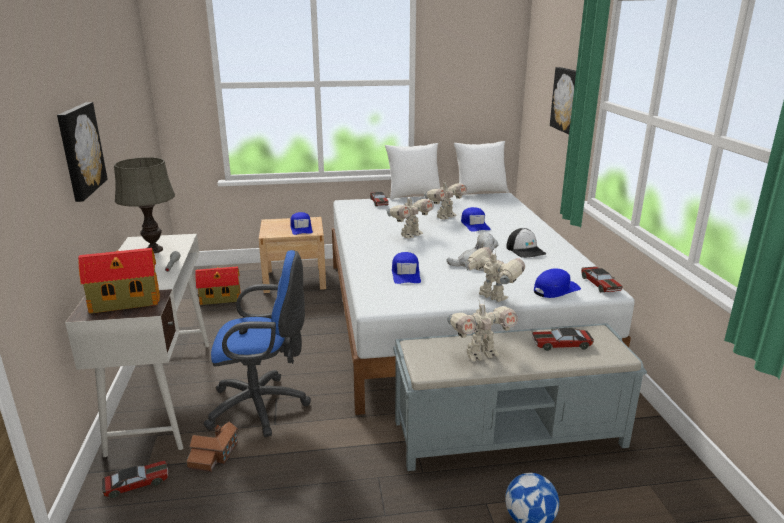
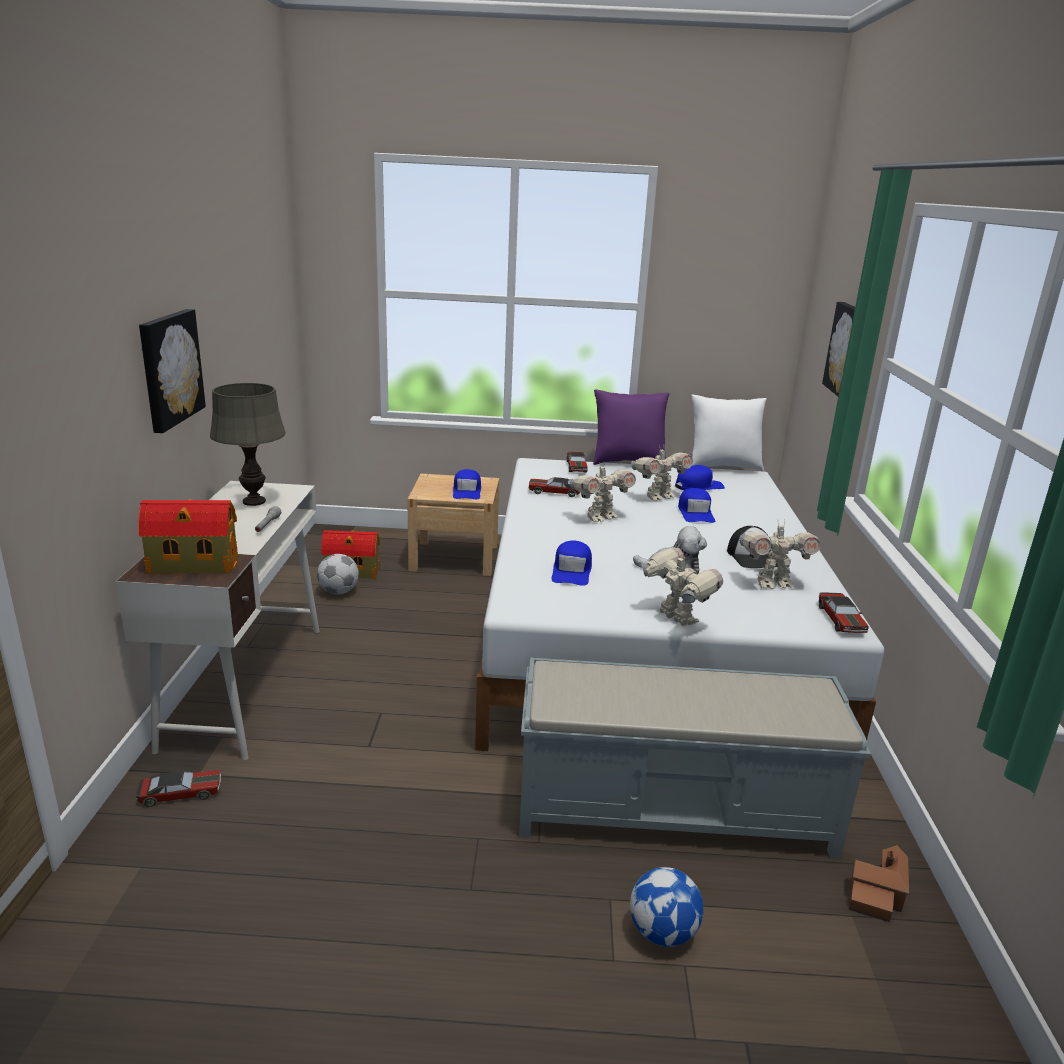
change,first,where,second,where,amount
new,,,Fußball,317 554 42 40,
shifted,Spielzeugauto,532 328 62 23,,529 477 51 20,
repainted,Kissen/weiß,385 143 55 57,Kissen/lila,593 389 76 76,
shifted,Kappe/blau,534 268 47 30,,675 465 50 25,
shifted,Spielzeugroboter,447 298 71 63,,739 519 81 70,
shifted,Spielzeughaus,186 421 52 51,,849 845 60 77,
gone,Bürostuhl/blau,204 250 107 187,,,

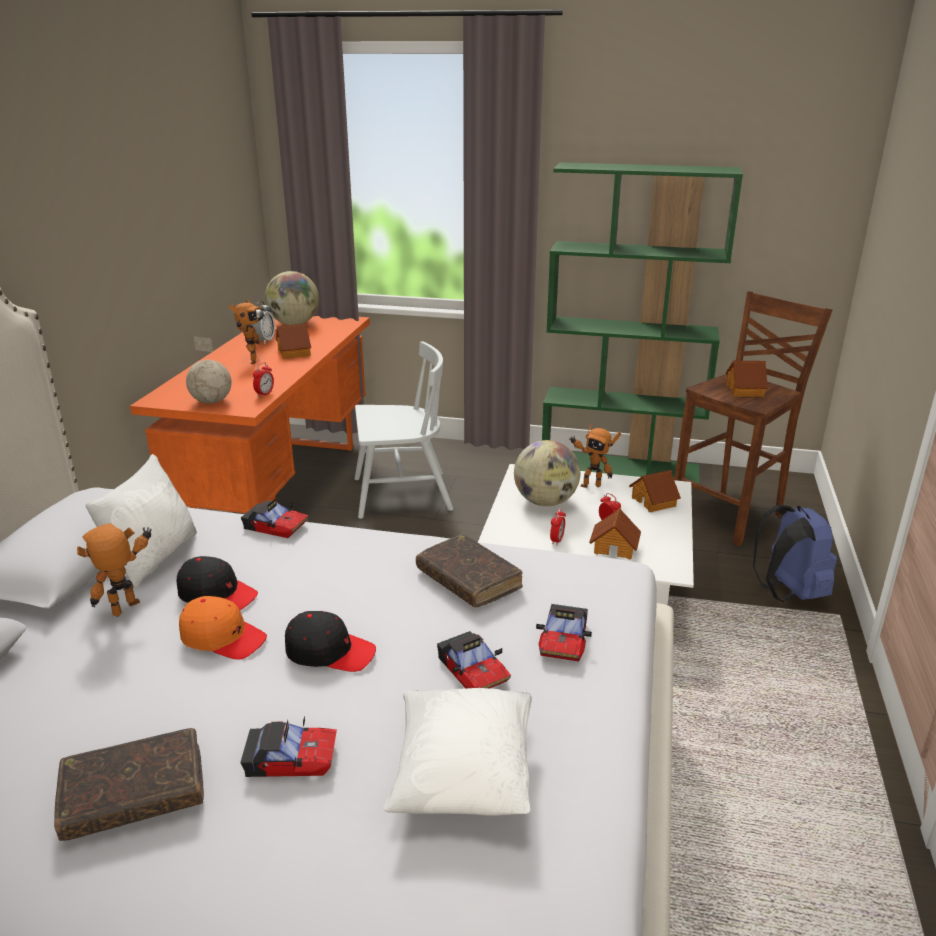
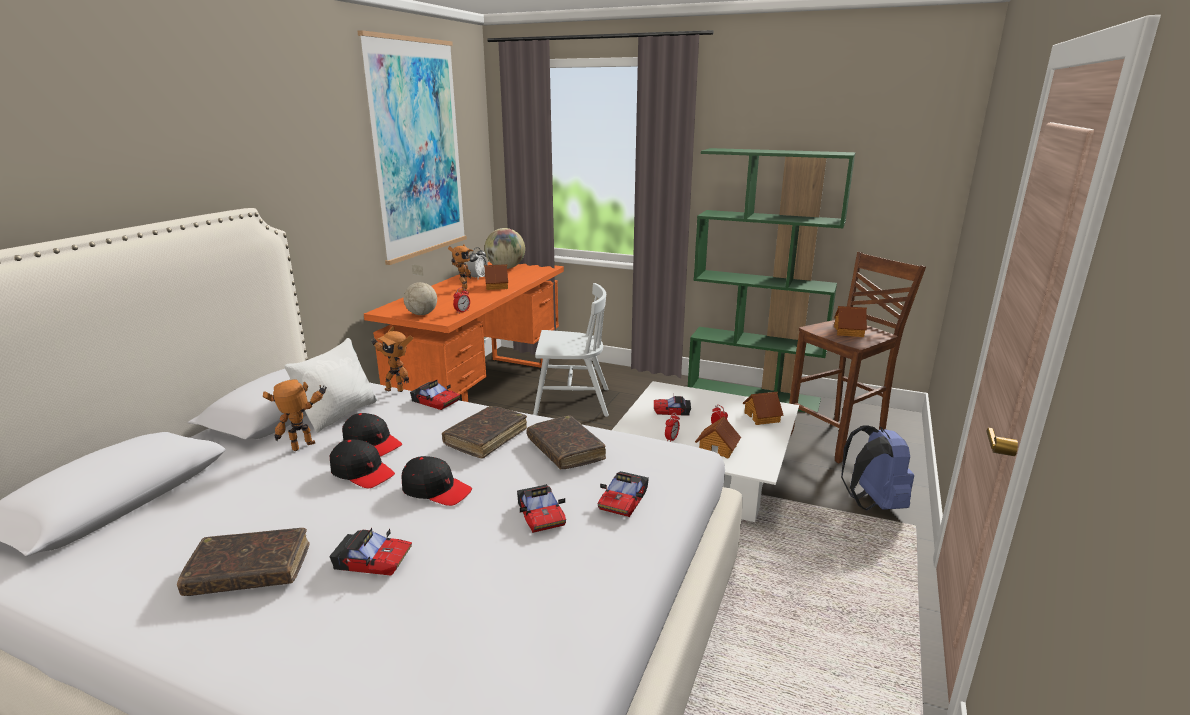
change,first,where,second,where,amount
repainted,Kappe/orange,179 596 88 64,Kappe/schwarz,330 439 65 49,
new,,,Bild,358 30 109 235,
shifted,Spielzeugroboter,570 423 51 65,,371 326 42 66,
new,,,Buch/braun,442 406 85 52,
swapped,Globus,514 440 66 66,Spielzeugauto,654 396 37 20,
gone,Kissen/weiß,384 688 148 128,,,

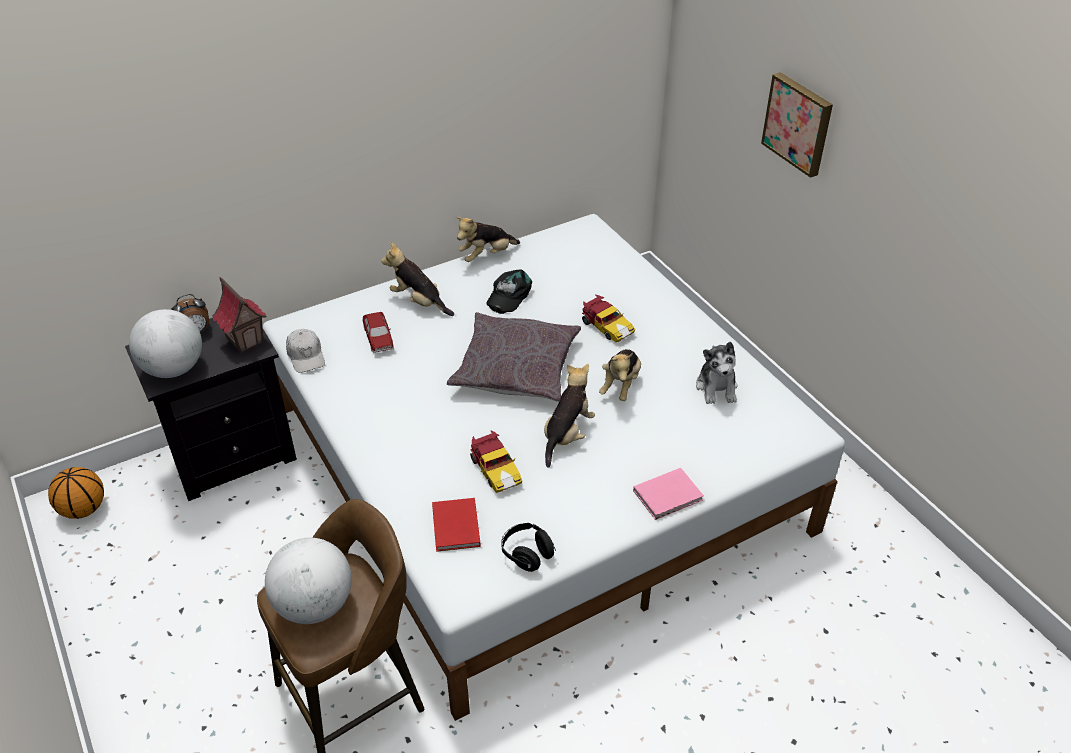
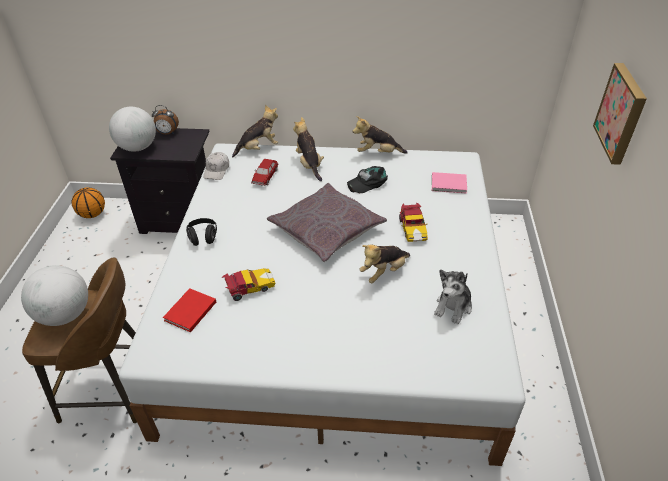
change,first,where,second,where,amount
shifted,Kopfhörer/schwarz,501 523 55 49,,186 218 31 28,
rotated,Spielzeugauto,470 430 52 63,,222 268 53 33,120 degrees counterclockwise
shifted,Plüschtier,544 364 51 104,,232 105 46 52,
shifted,Buch/rosa,633 468 71 52,,432 172 35 22,
gone,Spielzeughaus,212 277 55 76,,,

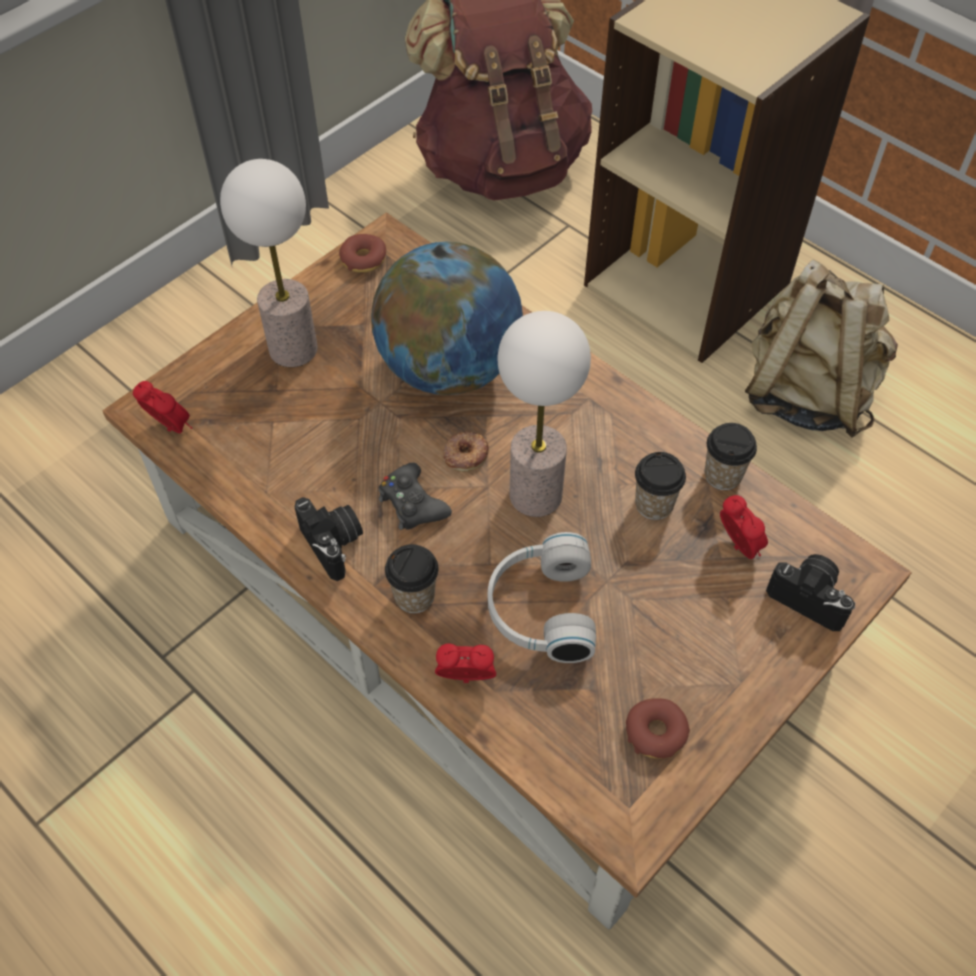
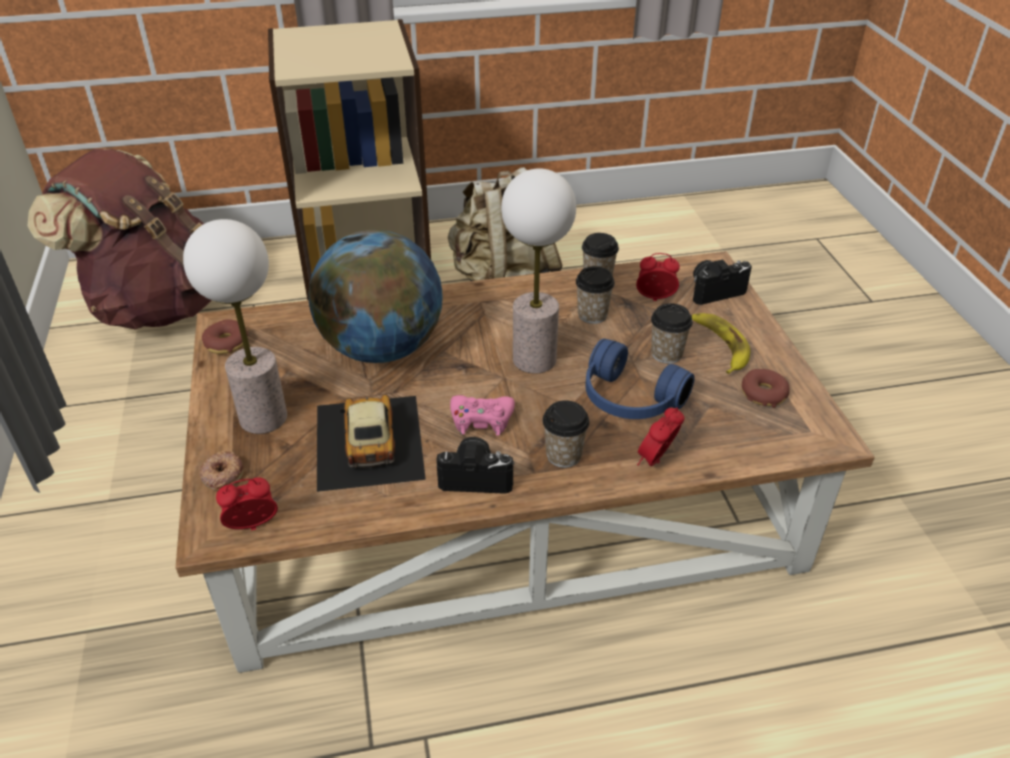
change,first,where,second,where,amount
shifted,Donut,443 432 46 40,,199 451 44 40,
new,,,Spielzeugauto,317 394 109 98,
repainted,Gamepad/schwarz,379 462 73 68,Gamepad/rosa,450 395 65 40,
repainted,Kopfhörer/weiß,488 532 108 131,Kopfhörer/blau,585 338 110 81,
new,,,Tasse,651 303 42 61,
new,,,Banane,692 313 58 61,

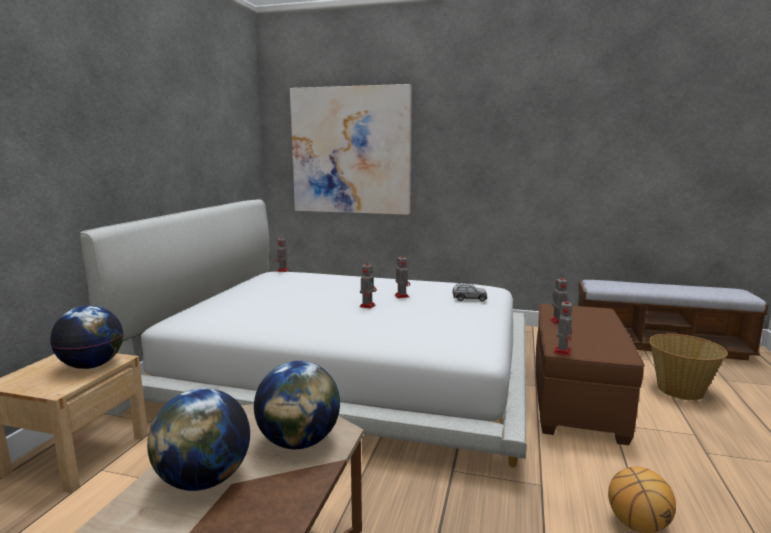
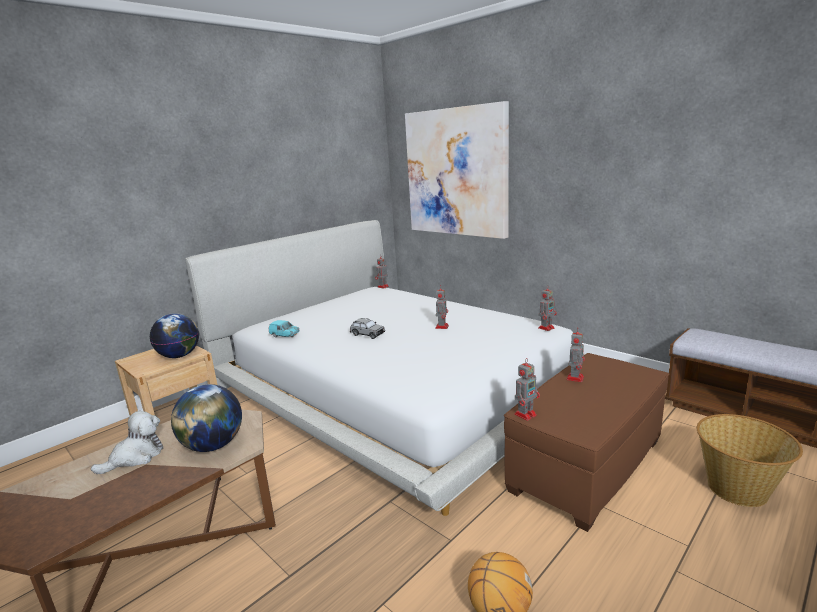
change,first,where,second,where,amount
swapped,Globus,147 388 103 103,Plüschtier,91 411 72 63,
new,,,Spielzeugauto/türkis,269 320 31 17,
shifted,Spielzeugauto/grau,452 283 35 18,,350 318 35 21,
shifted,Spielzeugroboter,359 260 18 49,,538 285 19 46,

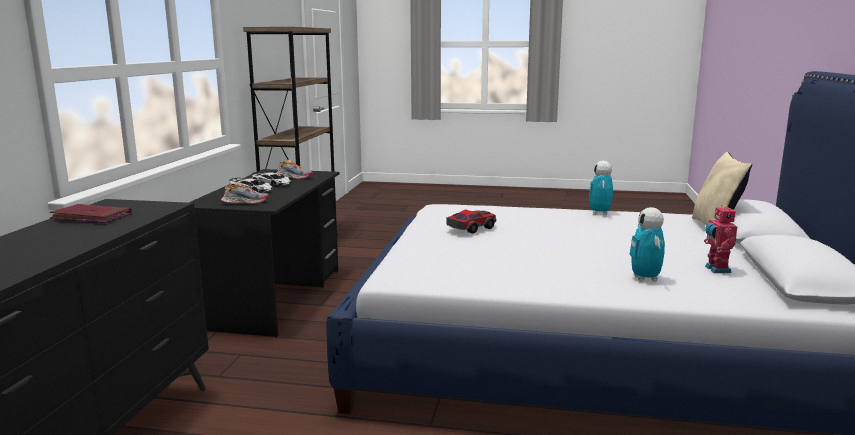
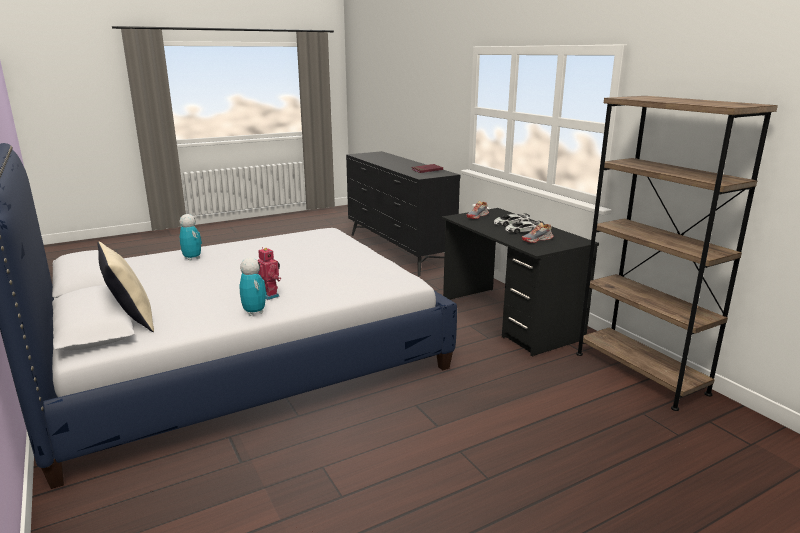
change,first,where,second,where,amount
shifted,Spielzeugroboter,704 205 33 68,,257 247 24 53,
gone,Spielzeugauto,447 209 49 25,,,

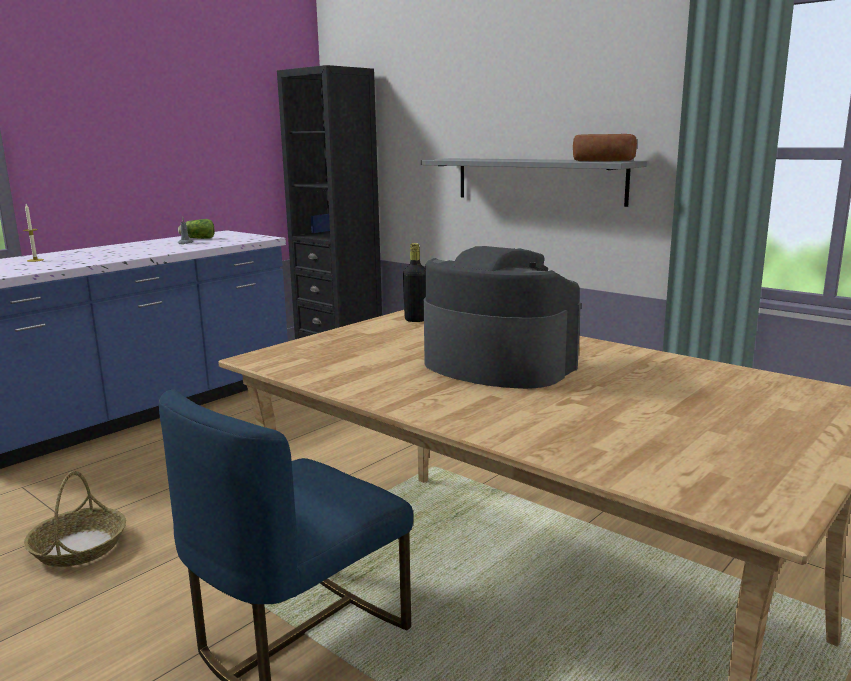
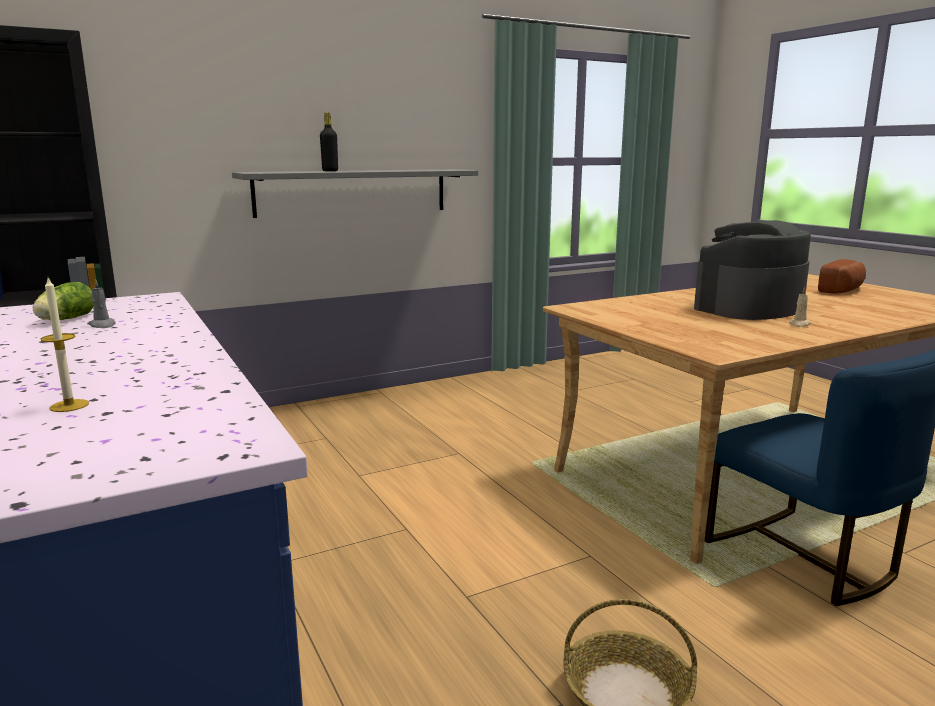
change,first,where,second,where,amount
shifted,Flasche/schwarz,403 243 23 79,,320 112 18 59,
new,,,Kerze/beige,789 287 22 40,
shifted,Brot,573 134 64 27,,818 259 48 35,

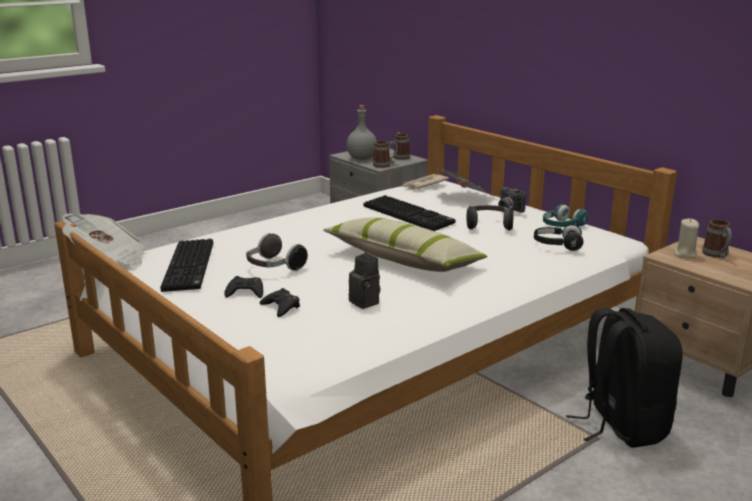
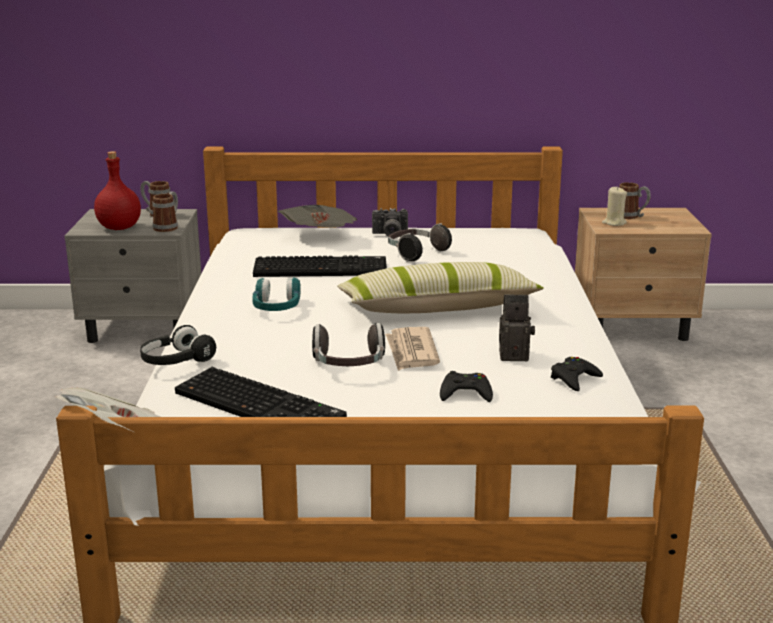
change,first,where,second,where,amount
repainted,Flasche/grau,347 105 30 55,Flasche/rot,94 151 47 79,
shifted,Kopfhörer/schwarz,534 224 49 27,,140 325 76 40,
shifted,Kopfhörer/türkis,543 204 46 23,,252 277 49 34,
shifted,Zeitung,402 174 47 15,,385 327 55 44,
shifted,Gamepad/schwarz,224 276 39 22,,551 357 52 34,
gone,Rucksack/schwarz,566 308 117 140,,,

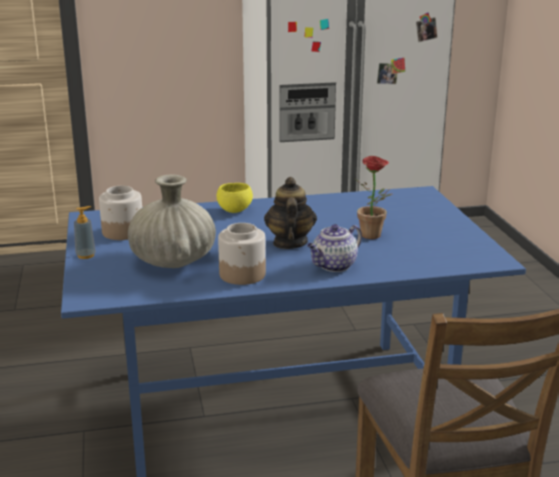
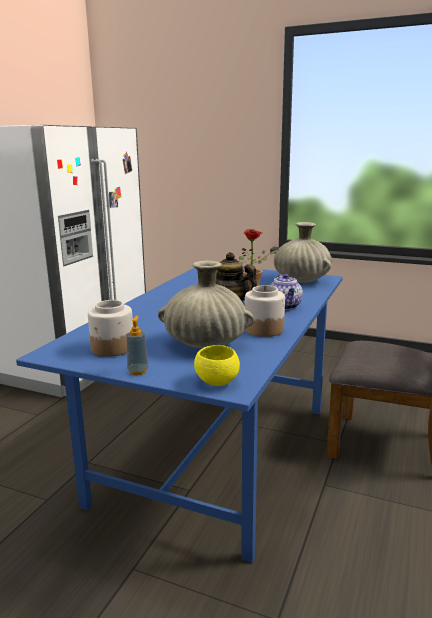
change,first,where,second,where,amount
shifted,Schüssel/gelb,217 183 36 30,,194 345 46 41,
new,,,Vase/beige,274 222 58 61,

